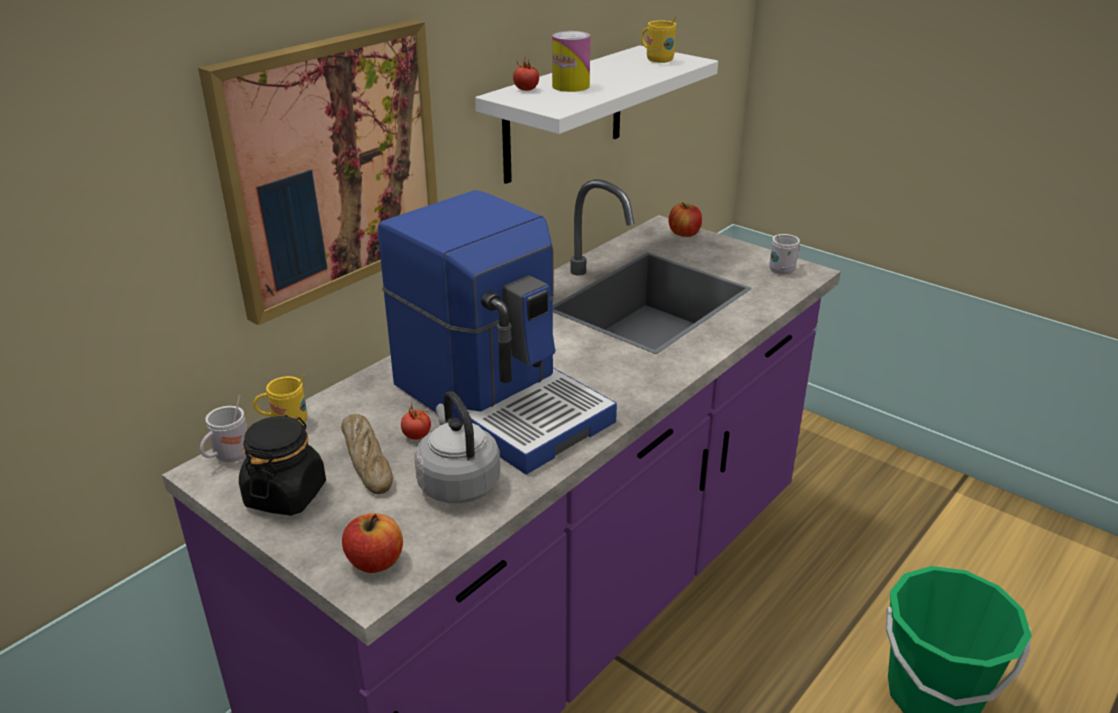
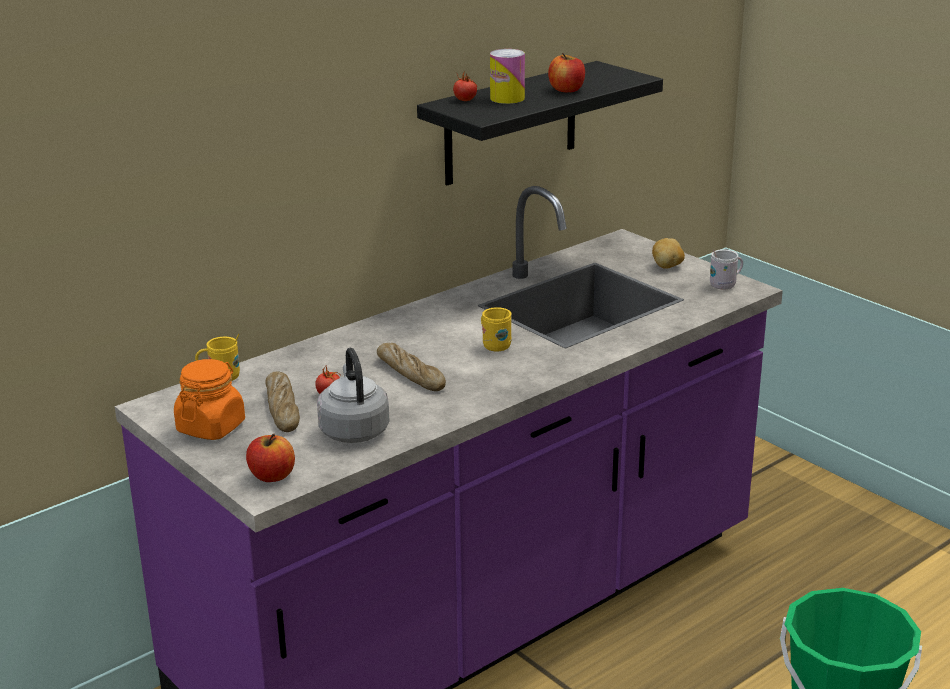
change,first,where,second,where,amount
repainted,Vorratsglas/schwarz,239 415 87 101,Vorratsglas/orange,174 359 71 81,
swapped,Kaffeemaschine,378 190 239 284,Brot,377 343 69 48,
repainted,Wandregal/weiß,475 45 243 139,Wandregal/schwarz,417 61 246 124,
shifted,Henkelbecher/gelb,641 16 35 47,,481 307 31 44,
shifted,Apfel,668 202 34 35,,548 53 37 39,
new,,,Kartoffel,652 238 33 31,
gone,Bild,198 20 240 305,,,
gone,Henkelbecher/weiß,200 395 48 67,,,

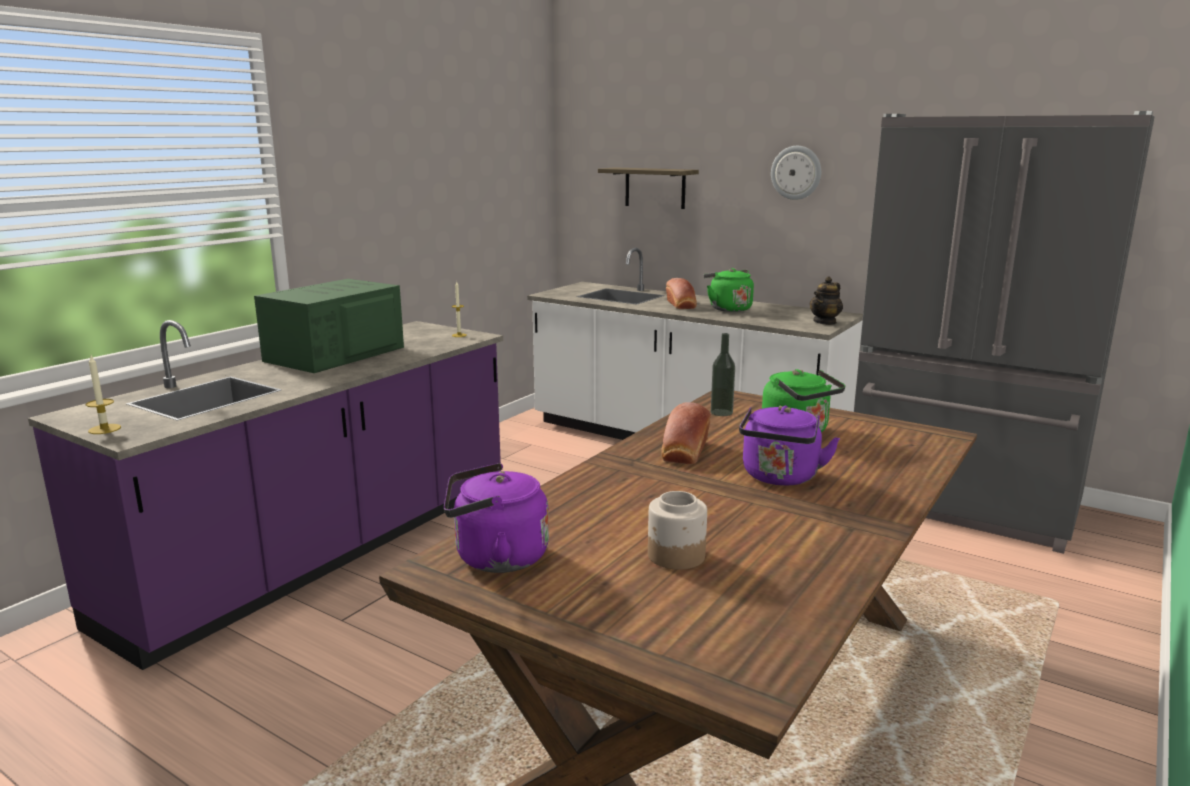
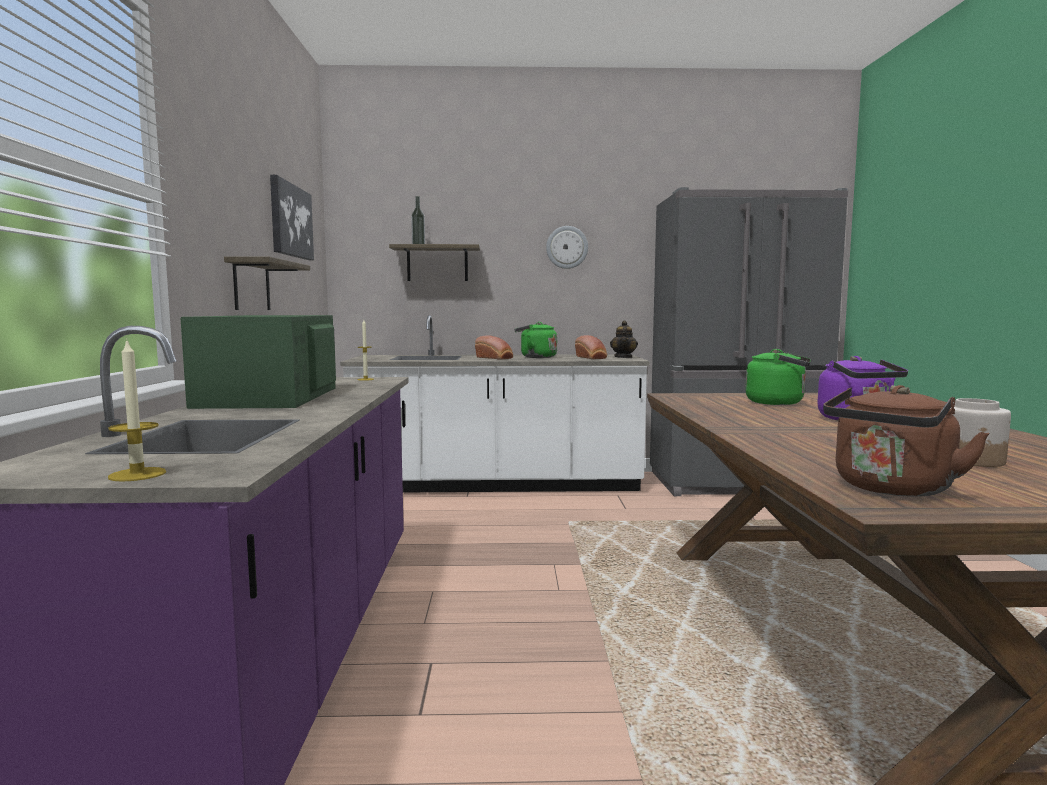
change,first,where,second,where,amount
new,,,Wandregal,224 256 86 54,
new,,,Bild,270 175 44 85,
shifted,Flasche,711 333 24 83,,411 196 14 48,
shifted,Brot,661 402 50 62,,575 335 32 24,
repainted,Wasserkessel/lila,444 463 105 110,Wasserkessel/braun,823 385 167 112,

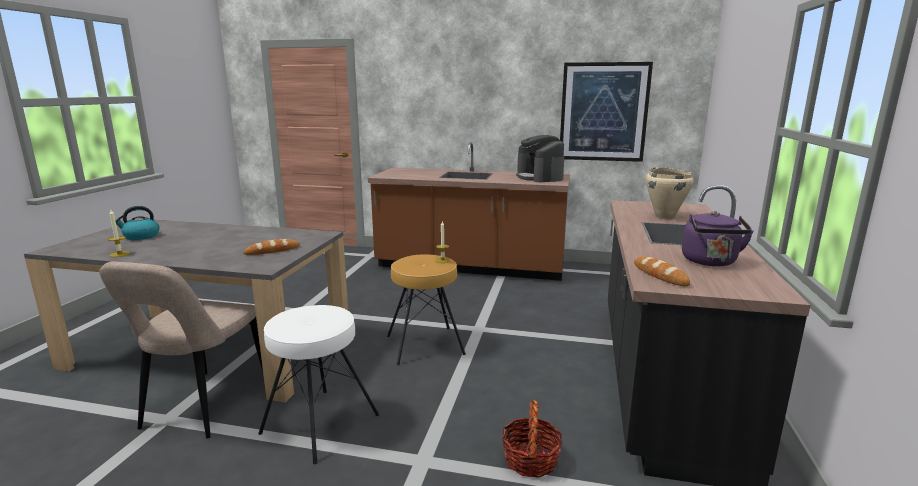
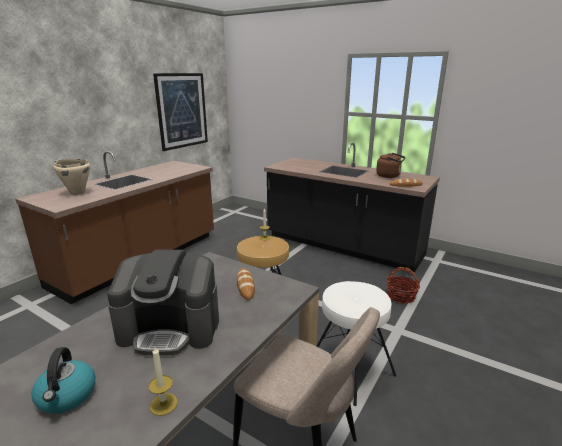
change,first,where,second,where,amount
shifted,Kochtopf/beige,646 167 48 53,,54 159 36 36,
shifted,Kaffeemaschine,516 135 48 47,,107 250 112 106,
repainted,Wasserkessel/lila,682 211 72 55,Wasserkessel/braun,376 153 30 25,

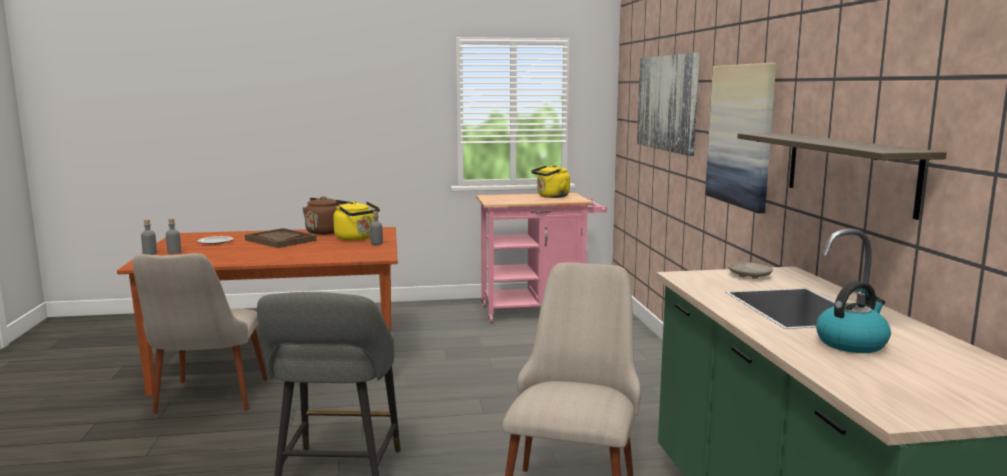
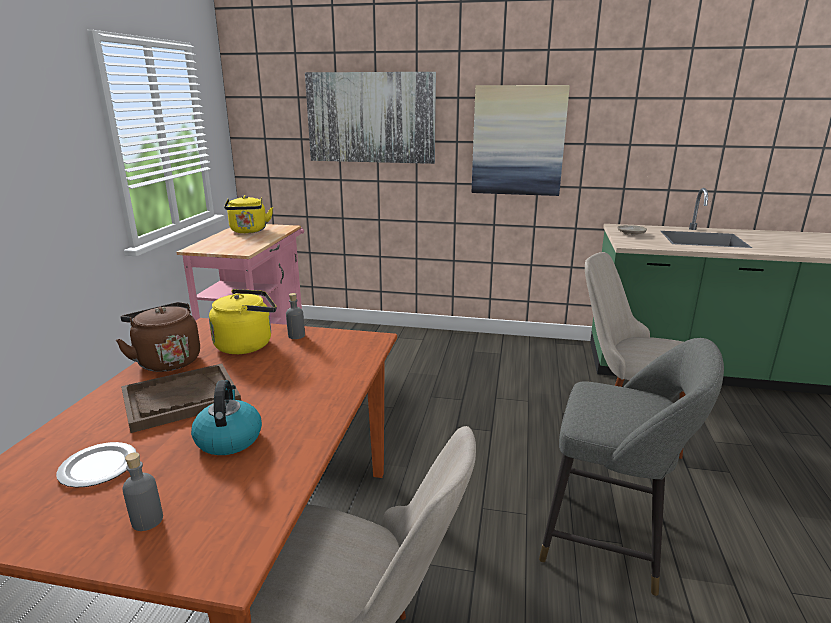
change,first,where,second,where,amount
shifted,Wasserkessel,816 281 75 72,,191 380 71 75,
gone,Flasche/grau,141 219 16 36,,,
gone,Wandregal,738 133 209 87,,,

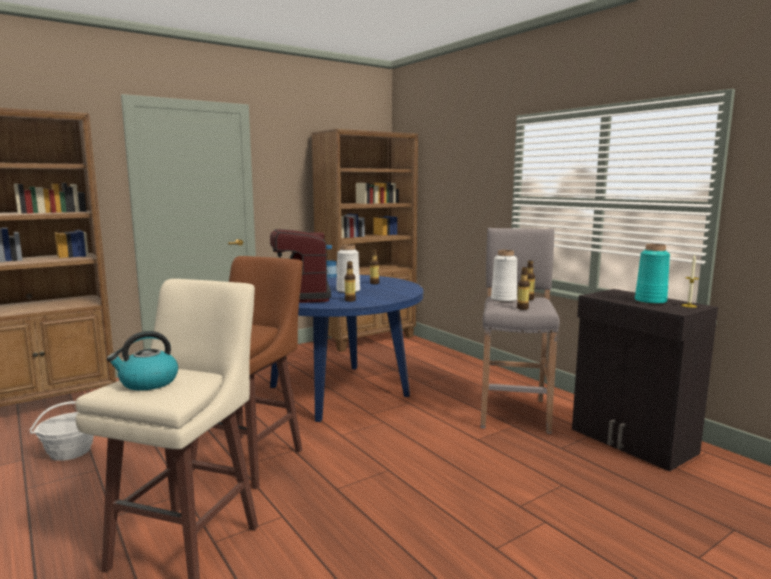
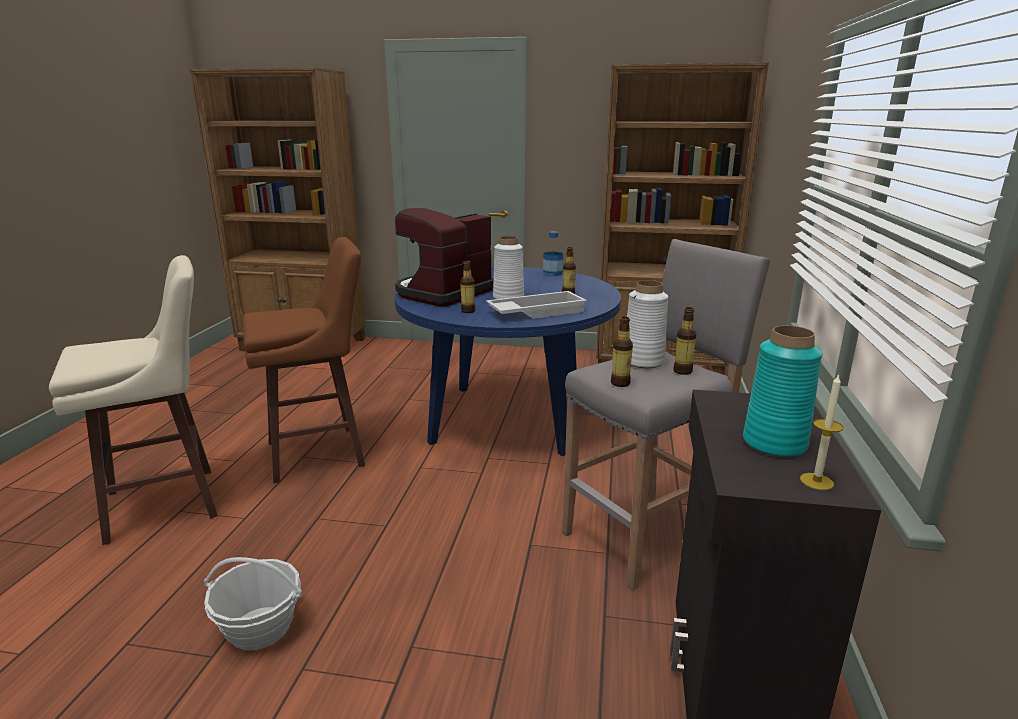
change,first,where,second,where,amount
shifted,Korb,29 401 65 60,,204 557 98 94,
new,,,Tablett/weiß,486 291 101 28,
gone,Wasserkessel,107 331 71 60,,,

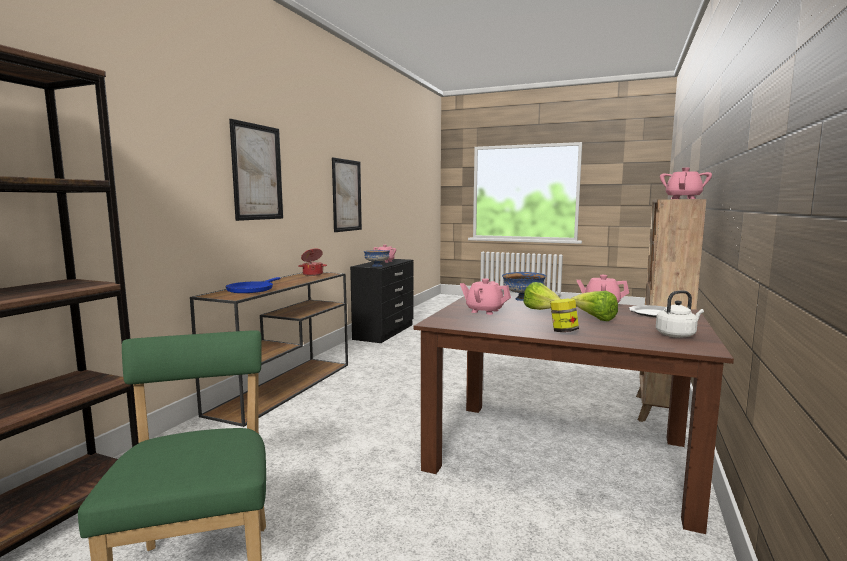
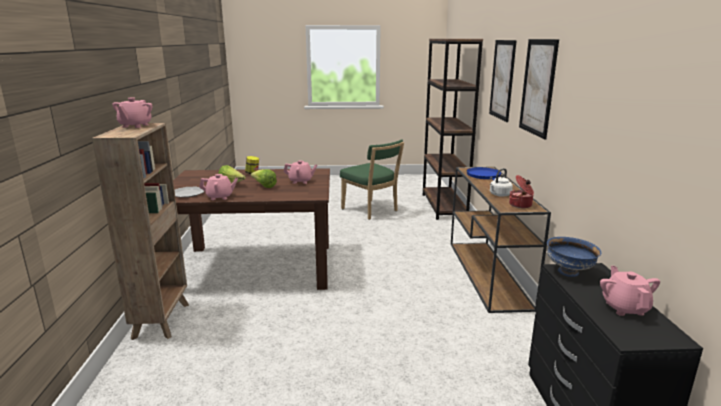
change,first,where,second,where,amount
shifted,Bild,332 157 30 75,,489 40 28 82,
shifted,Wasserkessel/weiß,656 291 48 47,,490 168 23 29,
gone,Schüssel/blau,502 272 44 29,,,

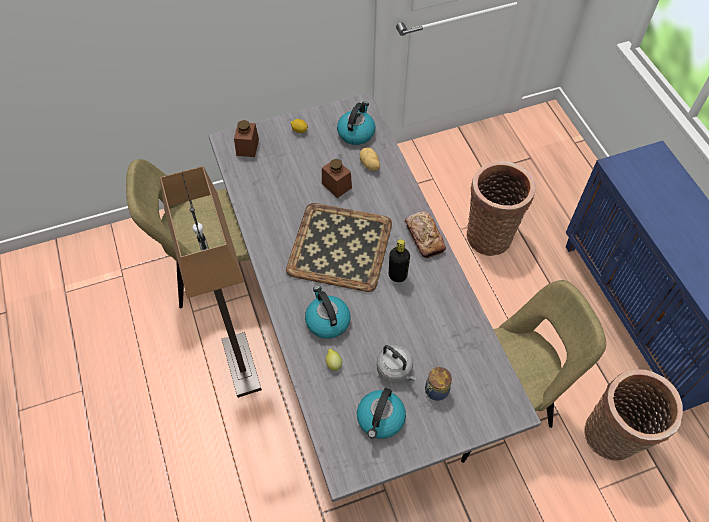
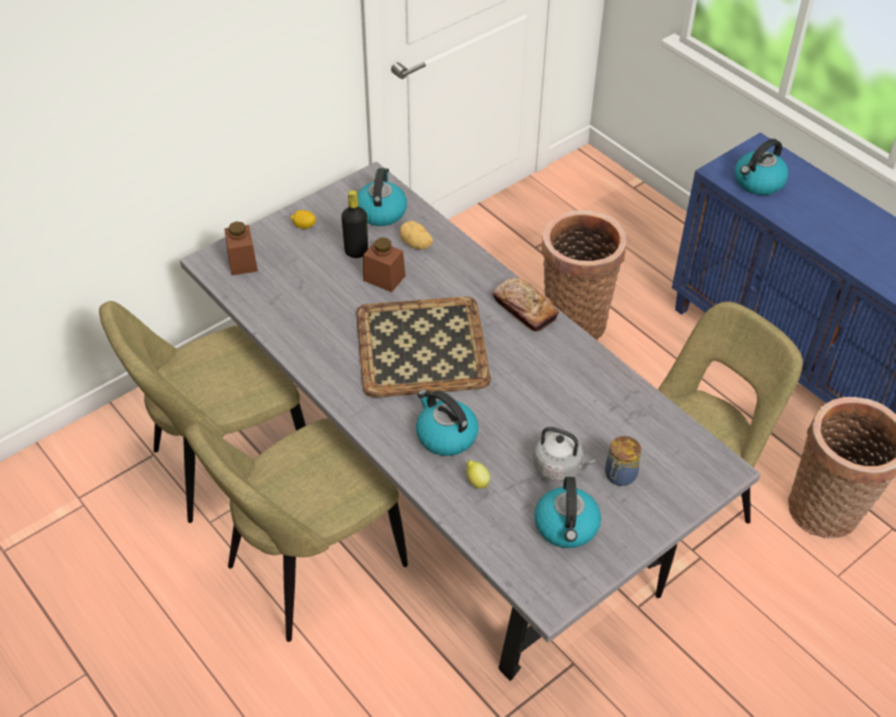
change,first,where,second,where,amount
swapped,Stehlampe,160 166 102 232,Stuhl/beige,185 418 223 224,
shifted,Flasche/schwarz,389 239 21 43,,341 190 27 68,
new,,,Wasserkessel,735 139 54 56,

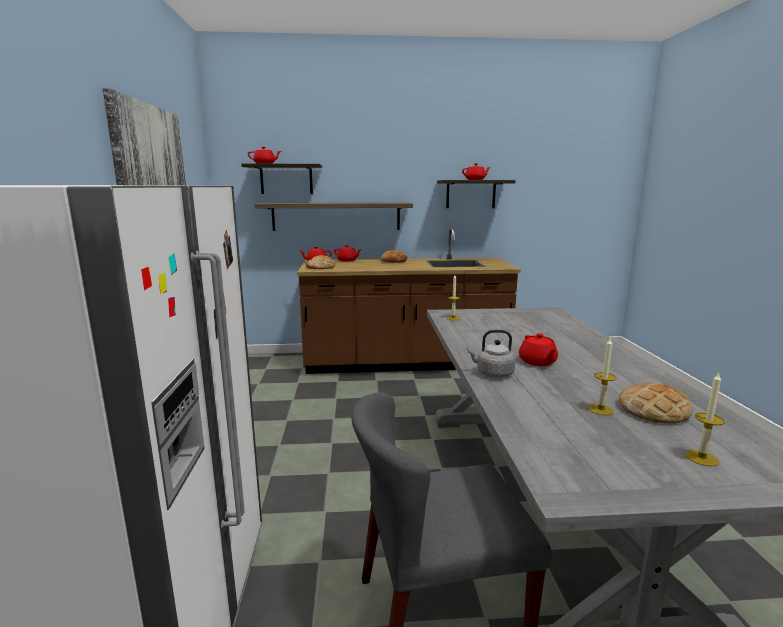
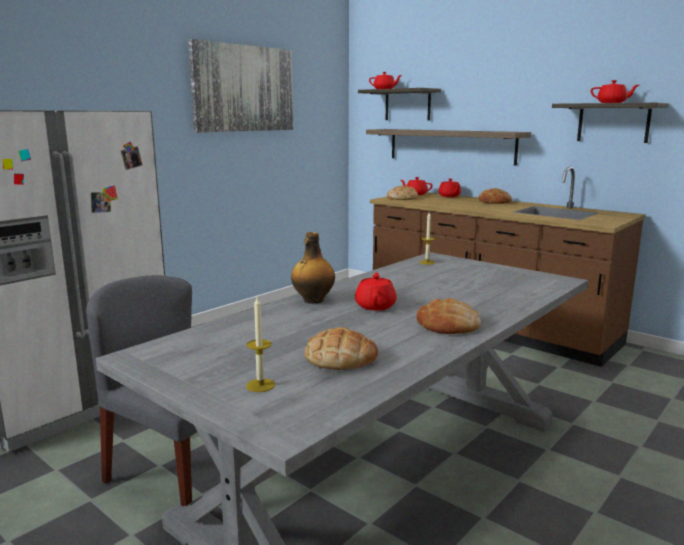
change,first,where,second,where,amount
swapped,Wasserkessel/grau,467 330 48 48,Flasche,291 232 44 72,
rotated,Teekanne/rot,519 333 39 33,,355 272 42 38,150 degrees clockwise
new,,,Brot,416 298 65 36,
gone,Kerze,588 339 28 76,,,

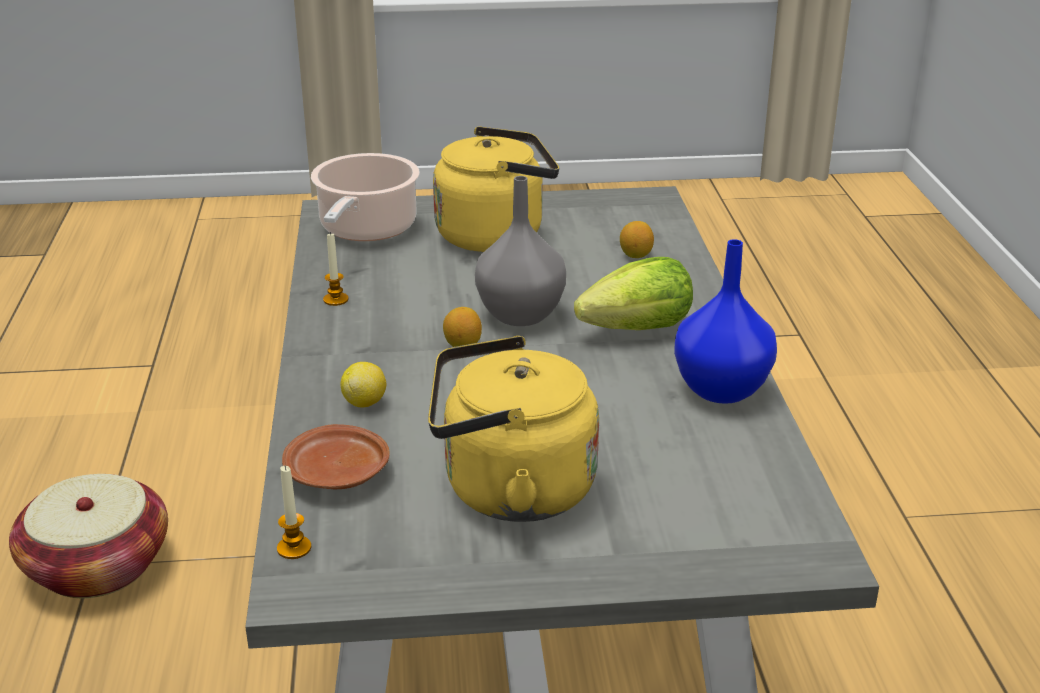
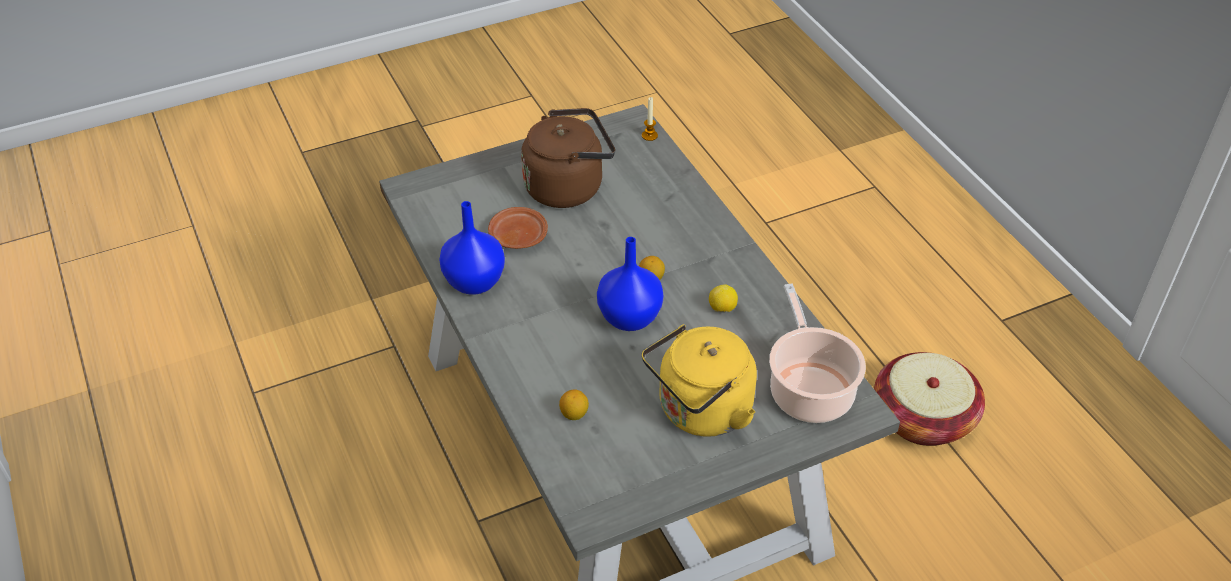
change,first,where,second,where,amount
shifted,Teller/braun,282 424 108 65,,488 207 60 42,
repainted,Wasserkessel/gelb,428 336 171 186,Wasserkessel/braun,521 108 94 100,
repainted,Vase/grau,475 176 91 150,Vase/blau,597 237 67 94,
shifted,Zitrone,340 362 46 45,,709 284 29 28,
gone,Kerze,323 232 26 74,,,
gone,Salatkopf,574 257 119 73,,,

